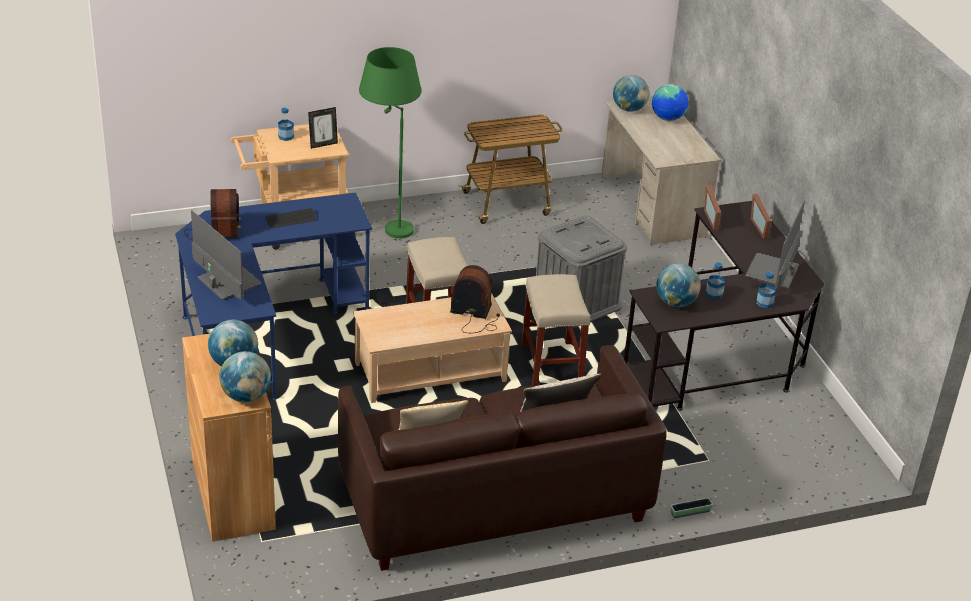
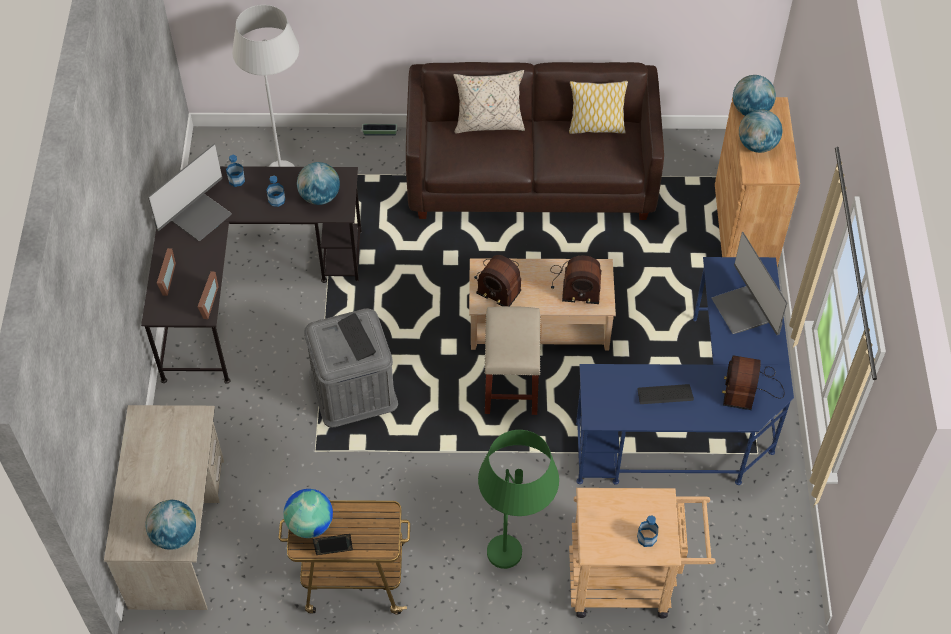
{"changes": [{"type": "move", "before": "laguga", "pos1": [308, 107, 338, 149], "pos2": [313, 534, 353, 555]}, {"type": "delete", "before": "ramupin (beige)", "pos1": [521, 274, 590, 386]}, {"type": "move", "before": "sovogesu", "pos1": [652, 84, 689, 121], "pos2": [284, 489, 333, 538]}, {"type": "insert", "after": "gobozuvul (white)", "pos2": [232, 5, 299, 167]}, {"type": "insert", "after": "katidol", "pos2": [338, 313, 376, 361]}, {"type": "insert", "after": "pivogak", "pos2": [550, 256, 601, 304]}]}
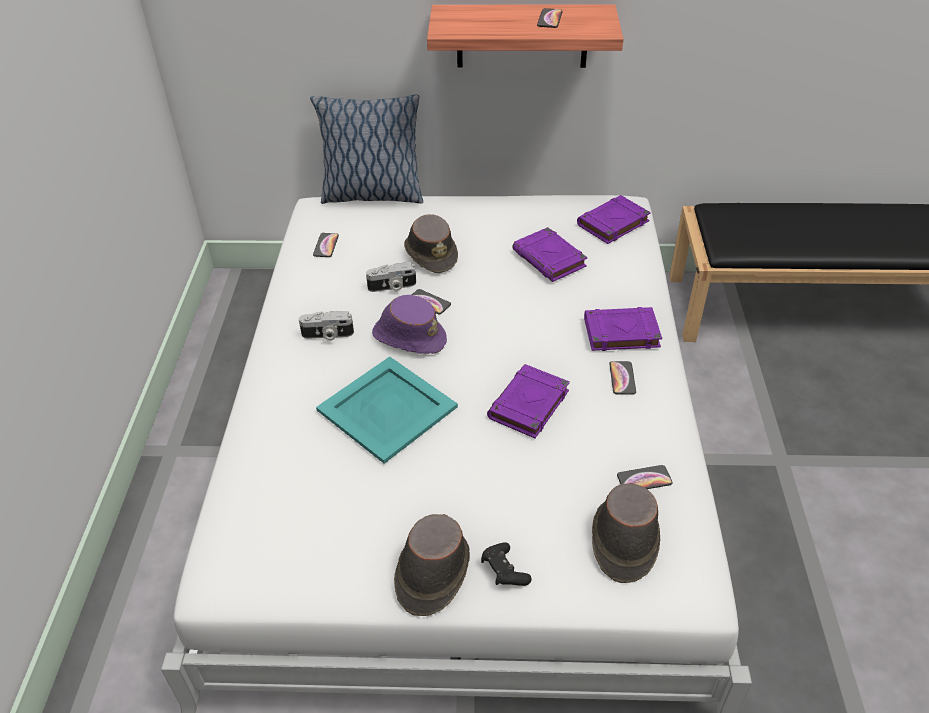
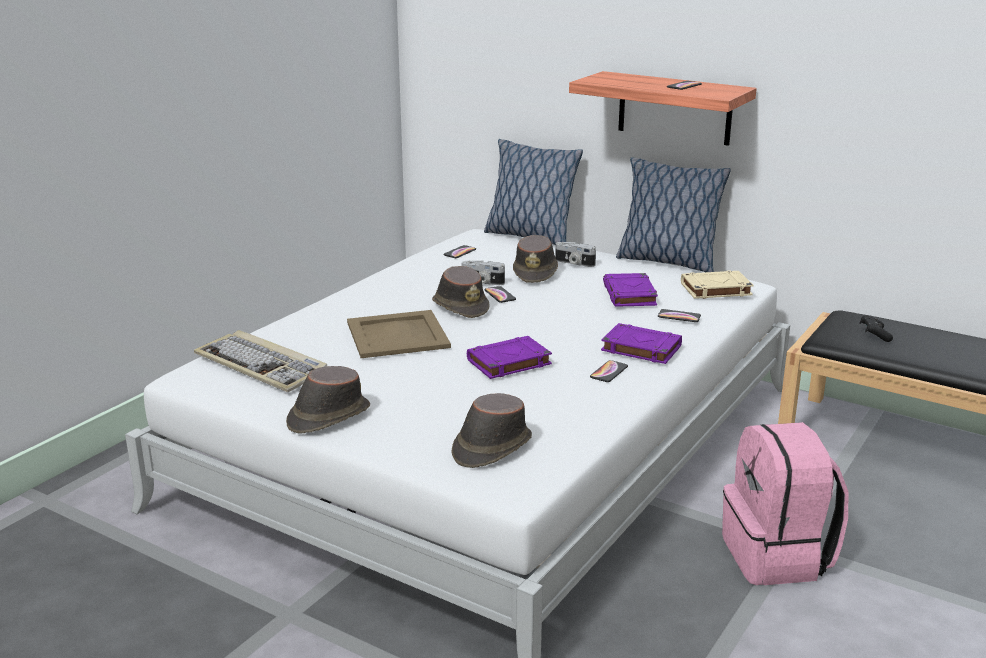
{"changes": [{"type": "move", "before": "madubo", "pos1": [299, 311, 354, 341], "pos2": [555, 242, 596, 267]}, {"type": "recolor", "before": "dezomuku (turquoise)", "after": "dezomuku (beige)", "pos1": [316, 357, 458, 464], "pos2": [347, 310, 451, 358]}, {"type": "recolor", "before": "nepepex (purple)", "after": "nepepex (brown)", "pos1": [372, 295, 447, 354], "pos2": [432, 266, 489, 318]}, {"type": "move", "before": "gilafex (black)", "pos1": [481, 542, 532, 586], "pos2": [859, 315, 893, 342]}, {"type": "recolor", "before": "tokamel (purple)", "after": "tokamel (beige)", "pos1": [577, 195, 651, 244], "pos2": [681, 271, 754, 299]}, {"type": "move", "before": "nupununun", "pos1": [617, 465, 673, 489], "pos2": [658, 309, 701, 322]}, {"type": "insert", "after": "katidol", "pos2": [194, 330, 327, 392]}, {"type": "insert", "after": "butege", "pos2": [616, 157, 731, 272]}, {"type": "insert", "after": "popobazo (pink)", "pos2": [722, 422, 849, 585]}]}
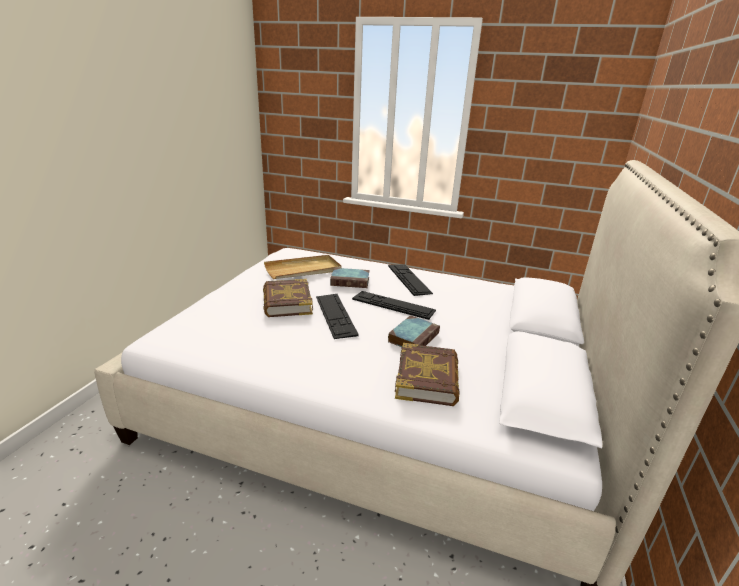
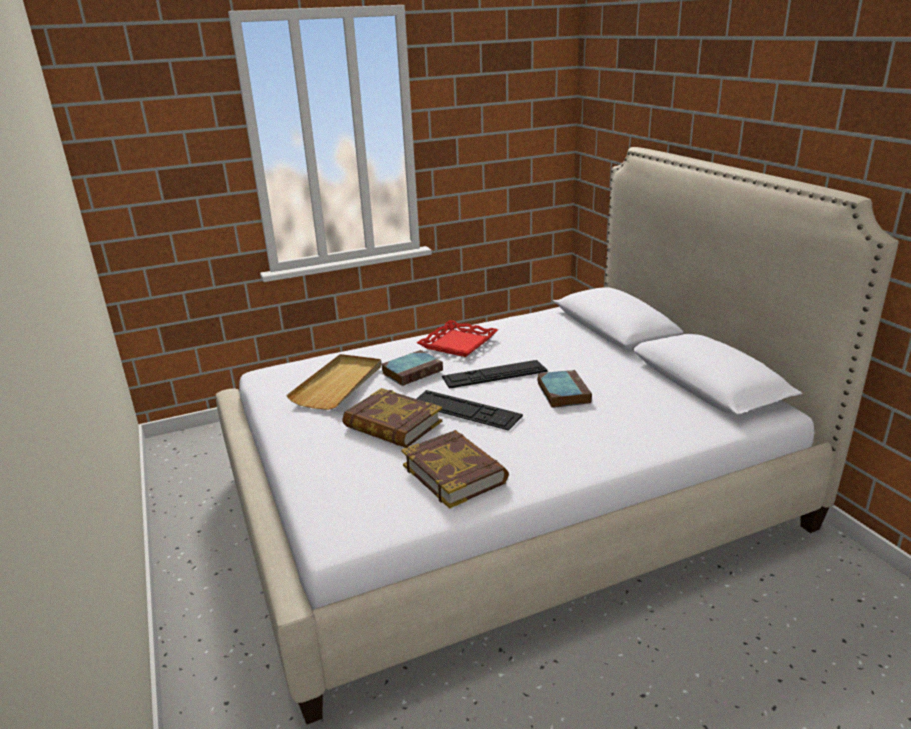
{"changes": [{"type": "replace", "before": "katidol", "after": "dezomuku (red)", "pos1": [388, 264, 433, 296], "pos2": [417, 320, 498, 357]}, {"type": "move", "before": "tokamel", "pos1": [395, 343, 460, 406], "pos2": [401, 430, 509, 509]}]}
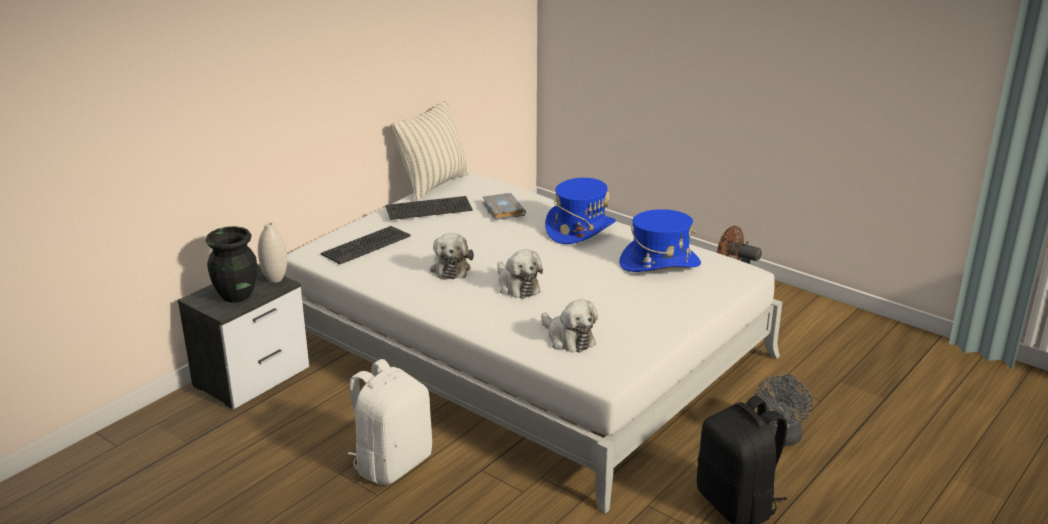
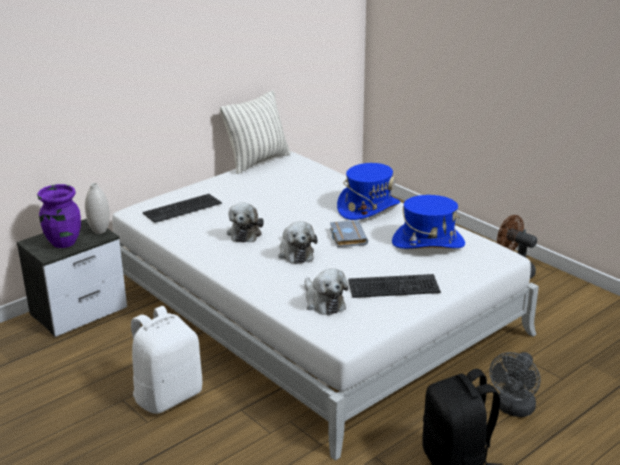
{"changes": [{"type": "recolor", "before": "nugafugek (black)", "after": "nugafugek (purple)", "pos1": [206, 226, 257, 303], "pos2": [37, 184, 81, 248]}, {"type": "move", "before": "katidol", "pos1": [385, 196, 473, 220], "pos2": [348, 274, 441, 298]}, {"type": "move", "before": "tokamel (grey)", "pos1": [483, 193, 526, 220], "pos2": [330, 220, 368, 247]}]}
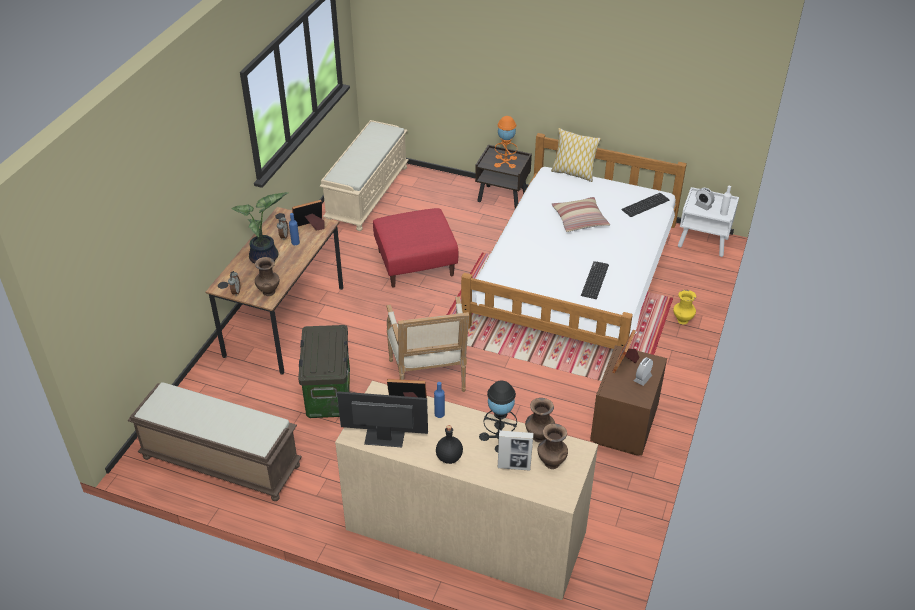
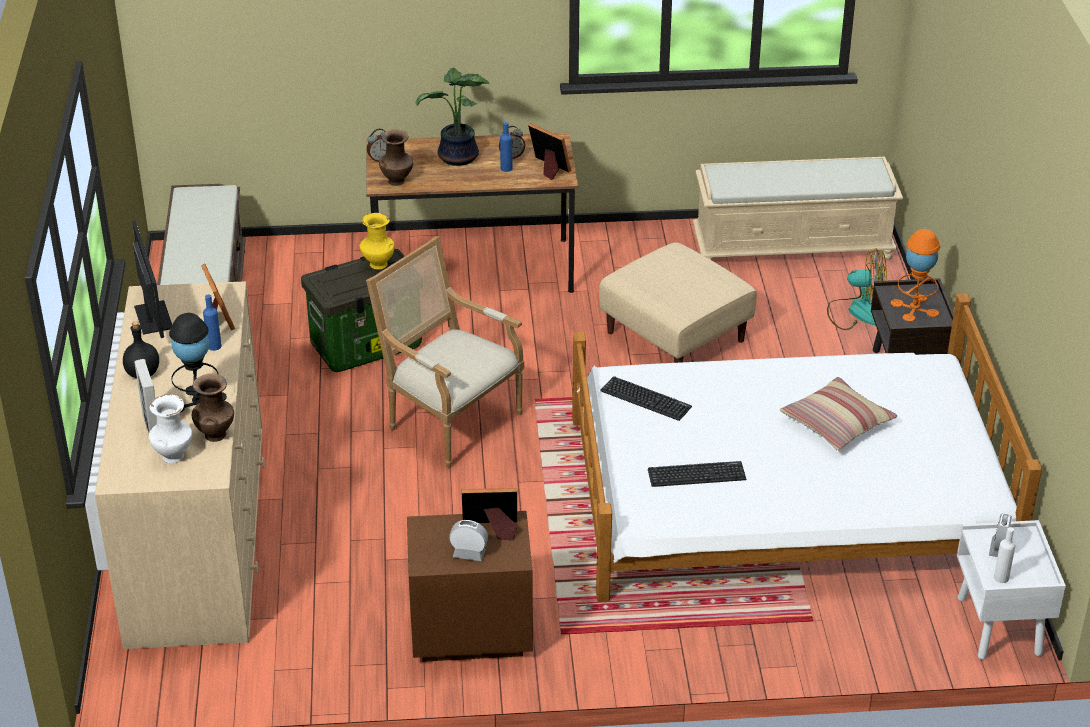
{"changes": [{"type": "recolor", "before": "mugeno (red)", "after": "mugeno (beige)", "pos1": [373, 208, 458, 288], "pos2": [599, 242, 757, 363]}, {"type": "rotate", "before": "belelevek", "pos1": [386, 296, 469, 392], "pos2": [366, 236, 524, 468], "turn": 75}, {"type": "recolor", "before": "nugafugek (brown)", "after": "nugafugek (white)", "pos1": [538, 424, 568, 469], "pos2": [149, 394, 192, 463]}, {"type": "delete", "before": "butege", "pos1": [551, 128, 601, 182]}, {"type": "move", "before": "katidol", "pos1": [621, 193, 669, 217], "pos2": [600, 376, 692, 421]}, {"type": "move", "before": "nugafugek (yellow)", "pos1": [673, 290, 696, 324], "pos2": [360, 213, 395, 270]}, {"type": "insert", "after": "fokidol", "pos2": [827, 248, 887, 330]}]}
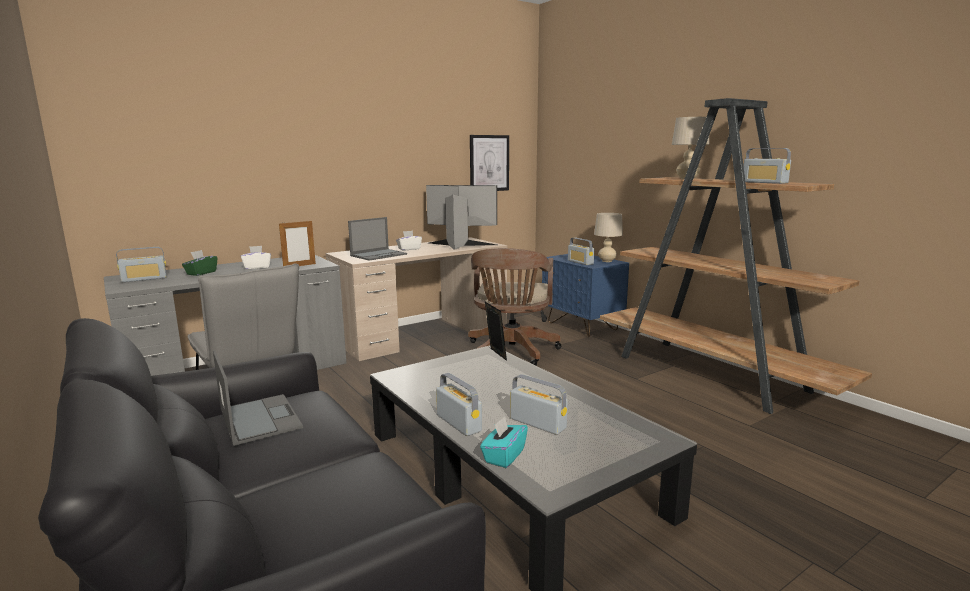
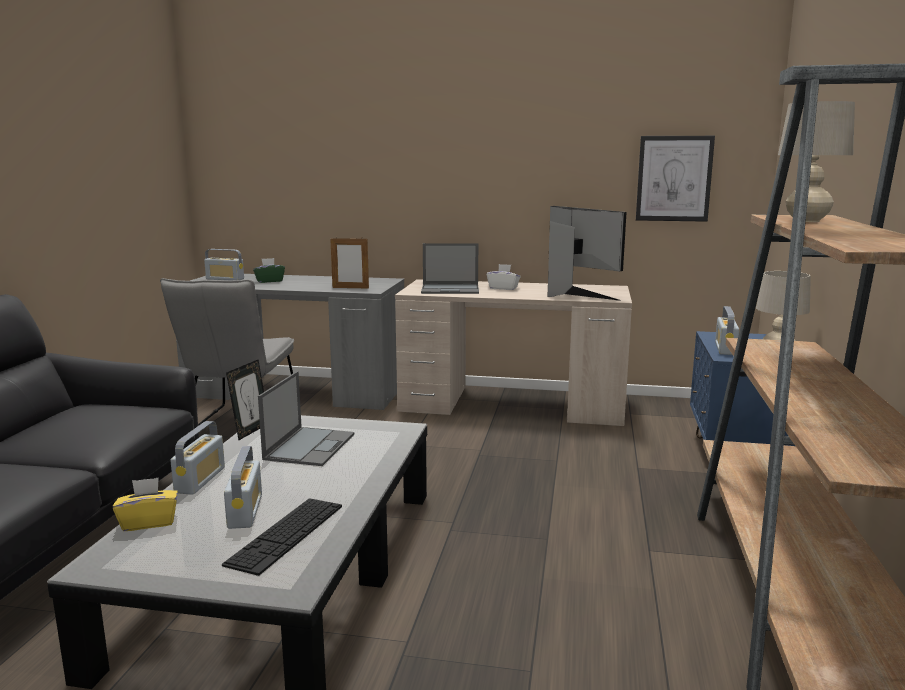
{"changes": [{"type": "move", "before": "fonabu", "pos1": [213, 351, 303, 446], "pos2": [258, 371, 354, 466]}, {"type": "delete", "before": "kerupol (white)", "pos1": [241, 246, 271, 269]}, {"type": "delete", "before": "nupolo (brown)", "pos1": [468, 248, 561, 365]}, {"type": "recolor", "before": "kerupol (turquoise)", "after": "kerupol (yellow)", "pos1": [480, 416, 528, 468], "pos2": [113, 477, 178, 531]}, {"type": "move", "before": "laguga", "pos1": [485, 302, 507, 361], "pos2": [226, 360, 264, 440]}, {"type": "delete", "before": "pivogak", "pos1": [744, 148, 791, 184]}, {"type": "insert", "after": "katidol", "pos2": [222, 498, 342, 576]}]}
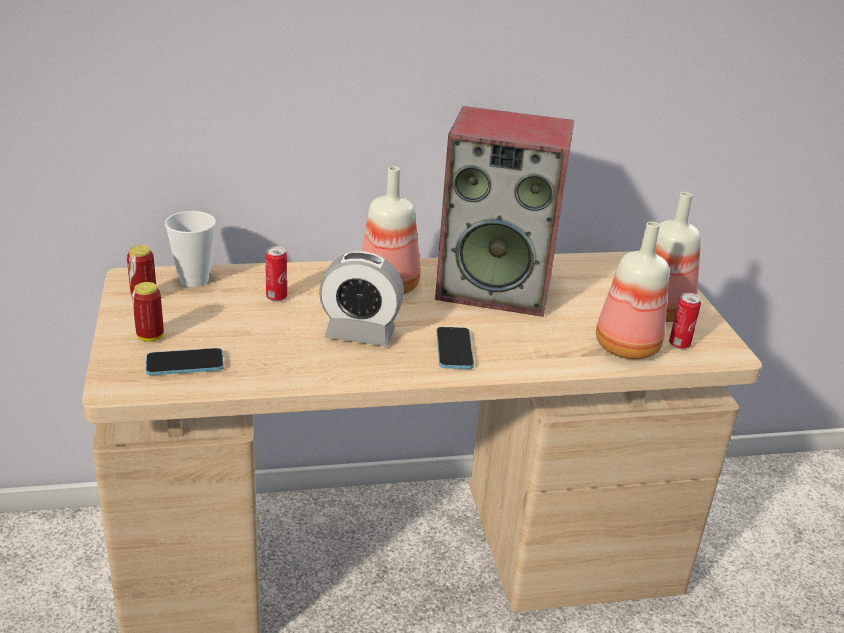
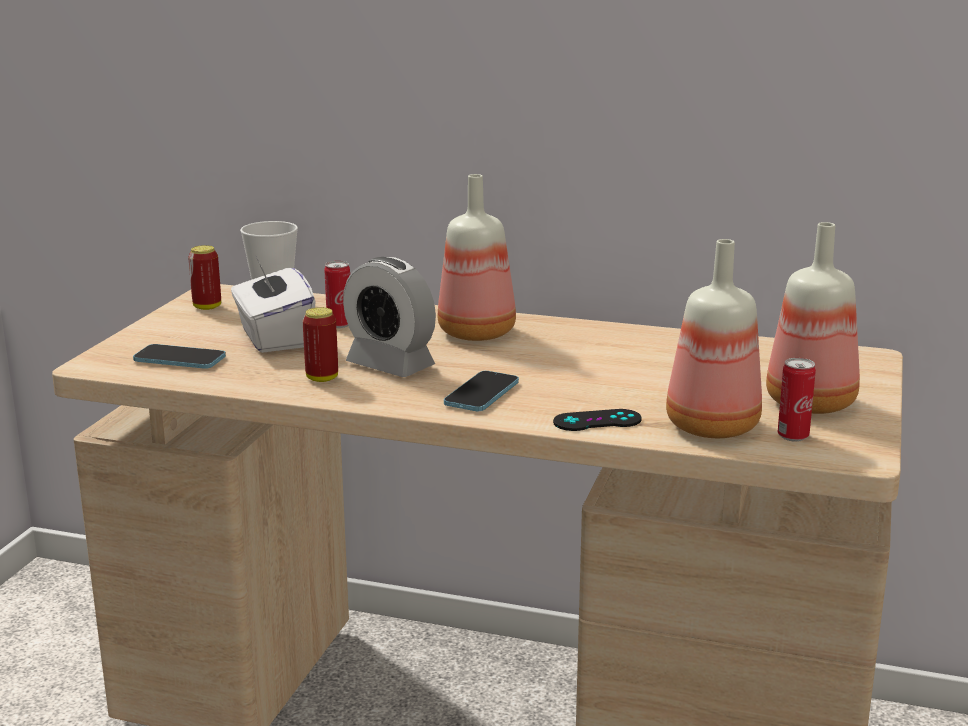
{"changes": [{"type": "move", "before": "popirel", "pos1": [132, 282, 164, 342], "pos2": [303, 307, 338, 382]}, {"type": "delete", "before": "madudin", "pos1": [435, 106, 574, 317]}, {"type": "insert", "after": "kerupol (white)", "pos2": [231, 254, 316, 353]}, {"type": "insert", "after": "gilafex (black)", "pos2": [553, 409, 642, 431]}]}
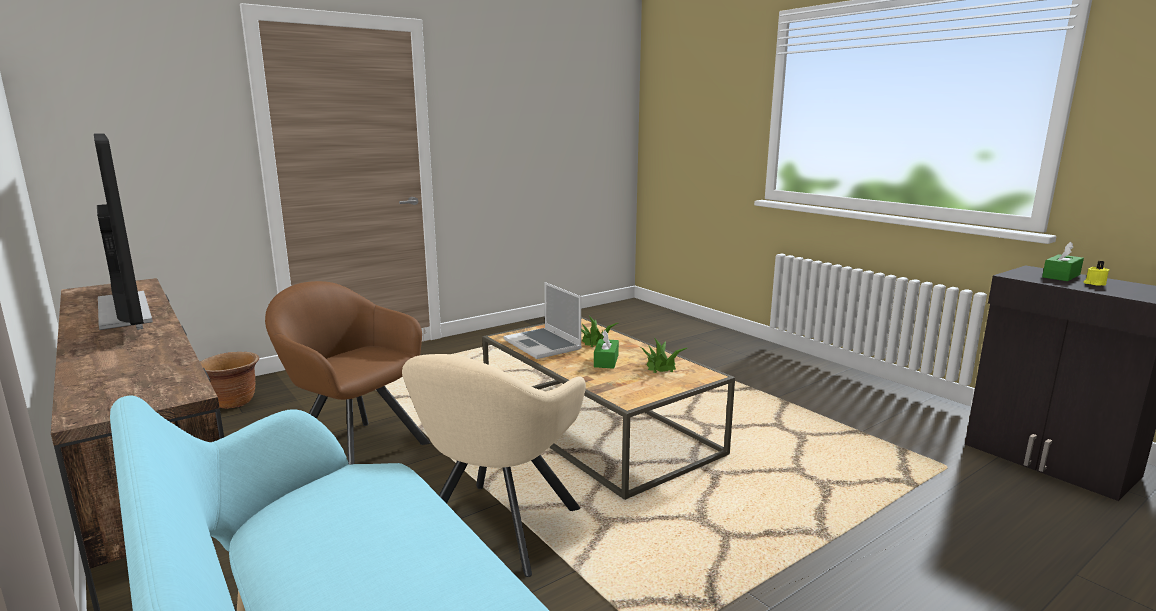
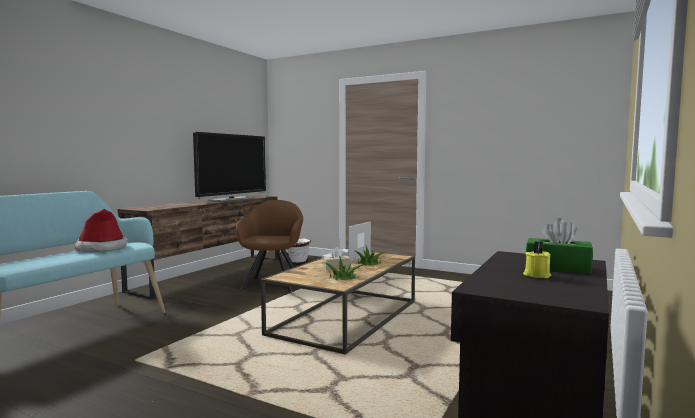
{"changes": [{"type": "recolor", "before": "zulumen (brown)", "after": "zulumen (white)", "pos1": [200, 352, 259, 409], "pos2": [288, 238, 311, 263]}, {"type": "delete", "before": "belelevek (beige)", "pos1": [402, 354, 586, 577]}, {"type": "recolor", "before": "kerupol (green)", "after": "kerupol (beige)", "pos1": [594, 330, 619, 369], "pos2": [323, 247, 351, 271]}, {"type": "insert", "after": "nepepex", "pos2": [75, 209, 128, 252]}]}
